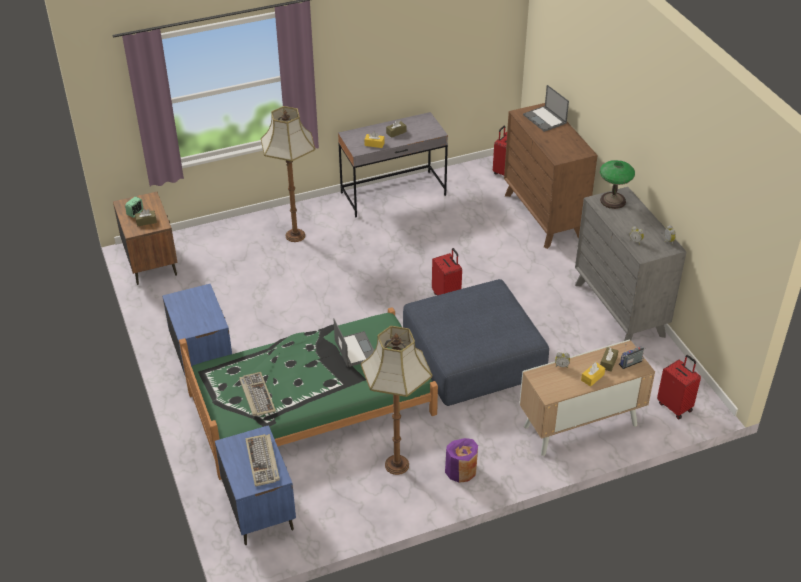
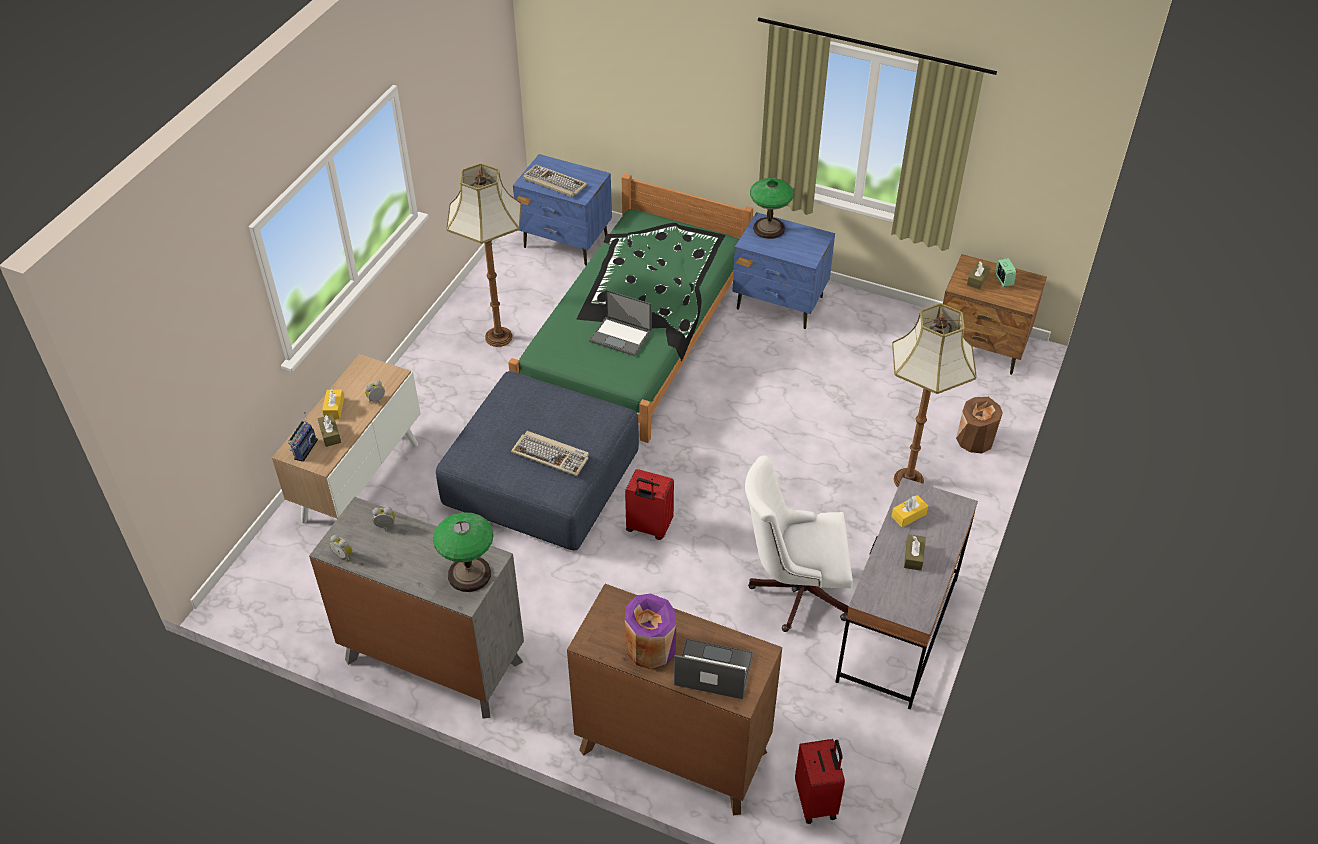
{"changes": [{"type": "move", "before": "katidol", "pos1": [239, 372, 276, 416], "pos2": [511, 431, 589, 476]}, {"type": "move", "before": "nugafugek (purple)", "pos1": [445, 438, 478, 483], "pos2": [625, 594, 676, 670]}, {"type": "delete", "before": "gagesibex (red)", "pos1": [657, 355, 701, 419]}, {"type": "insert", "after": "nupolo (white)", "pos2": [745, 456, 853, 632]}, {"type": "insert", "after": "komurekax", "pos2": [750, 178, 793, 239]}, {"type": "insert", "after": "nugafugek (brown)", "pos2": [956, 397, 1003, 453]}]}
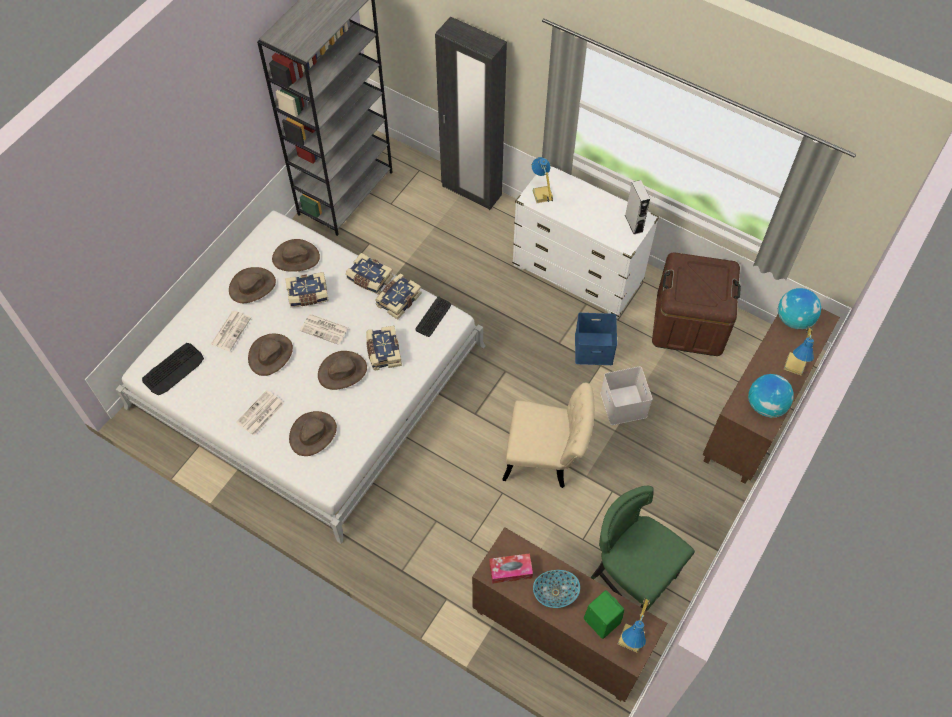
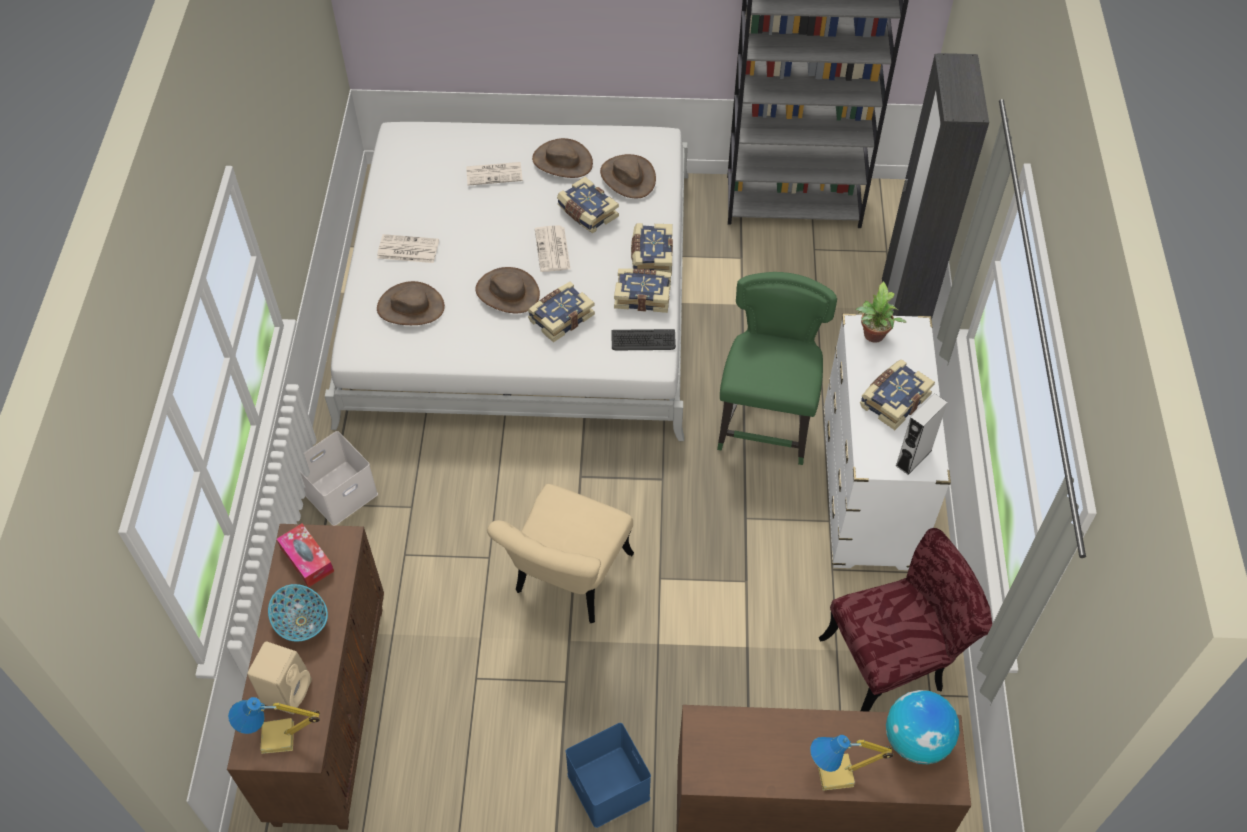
{"changes": [{"type": "delete", "before": "katidol", "pos1": [142, 343, 204, 395]}, {"type": "delete", "before": "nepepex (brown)", "pos1": [248, 334, 293, 376]}, {"type": "rotate", "before": "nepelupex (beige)", "pos1": [502, 382, 595, 488], "pos2": [487, 484, 634, 623], "turn": 45}, {"type": "replace", "before": "komurekax", "after": "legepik", "pos1": [532, 157, 553, 203], "pos2": [856, 281, 906, 343]}, {"type": "move", "before": "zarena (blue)", "pos1": [575, 313, 617, 365], "pos2": [566, 723, 651, 828]}, {"type": "recolor", "before": "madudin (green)", "after": "madudin (beige)", "pos1": [584, 590, 624, 639], "pos2": [247, 642, 312, 714]}, {"type": "move", "before": "nepelupex (green)", "pos1": [591, 486, 695, 611], "pos2": [717, 272, 837, 465]}, {"type": "move", "before": "zarena (white)", "pos1": [600, 366, 653, 425], "pos2": [300, 431, 378, 526]}, {"type": "replace", "before": "zarena (brown)", "after": "nepelupex (red)", "pos1": [652, 252, 741, 356], "pos2": [819, 528, 992, 712]}, {"type": "delete", "before": "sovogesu", "pos1": [748, 374, 794, 417]}, {"type": "insert", "after": "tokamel", "pos2": [860, 359, 935, 430]}]}
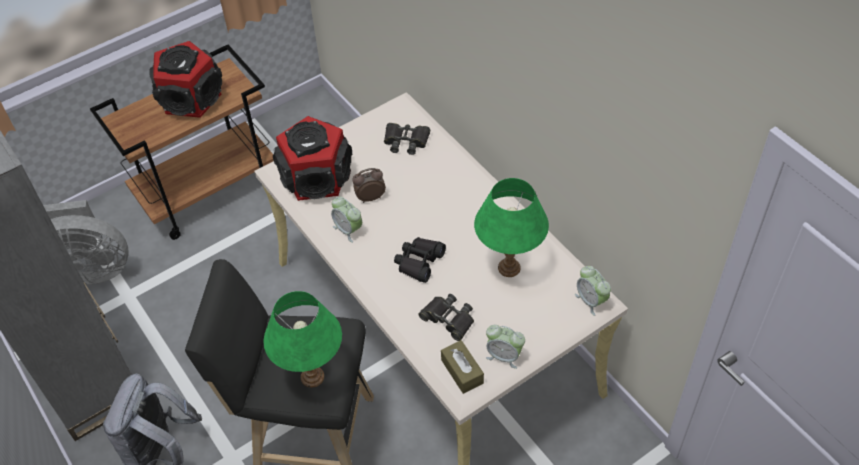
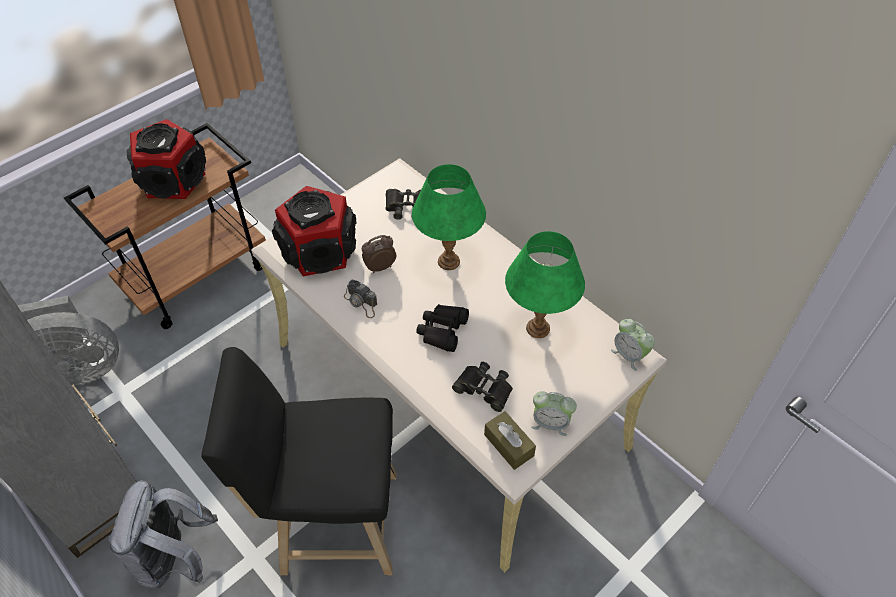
{"changes": [{"type": "move", "before": "komurekax (green)", "pos1": [263, 291, 342, 387], "pos2": [412, 164, 486, 270]}, {"type": "replace", "before": "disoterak", "after": "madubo", "pos1": [331, 197, 362, 243], "pos2": [344, 280, 377, 318]}]}
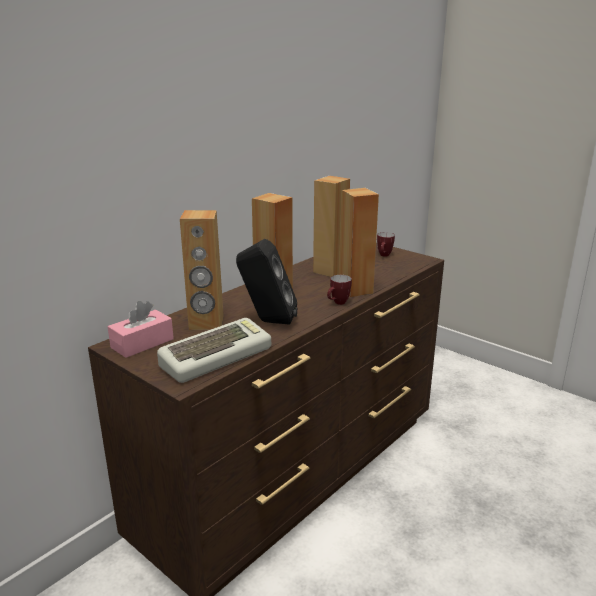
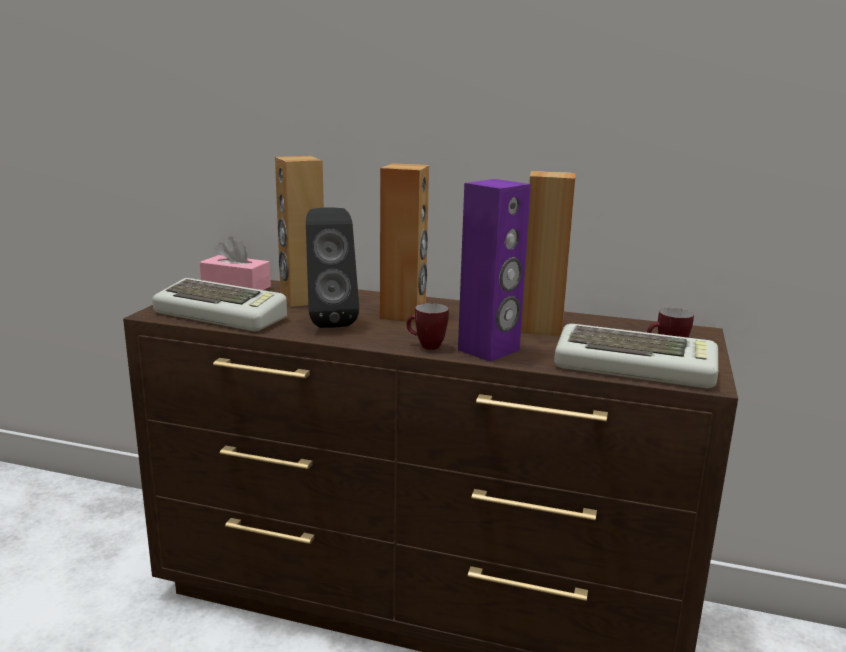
{"changes": [{"type": "recolor", "before": "madudin (brown)", "after": "madudin (purple)", "pos1": [339, 188, 379, 297], "pos2": [458, 179, 531, 362]}, {"type": "insert", "after": "katidol", "pos2": [554, 324, 718, 388]}]}
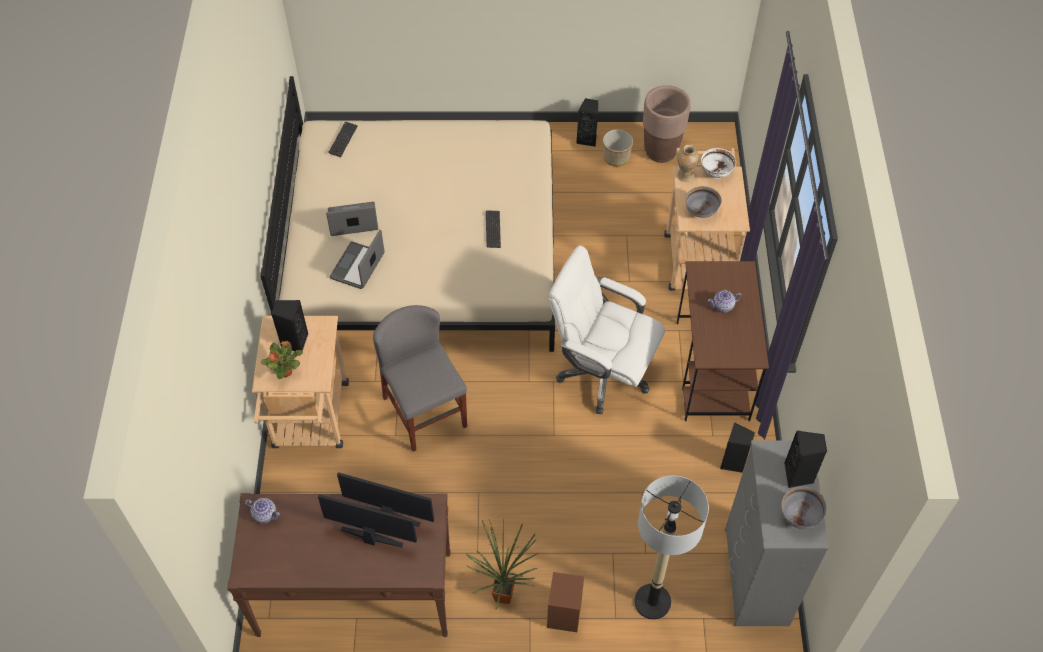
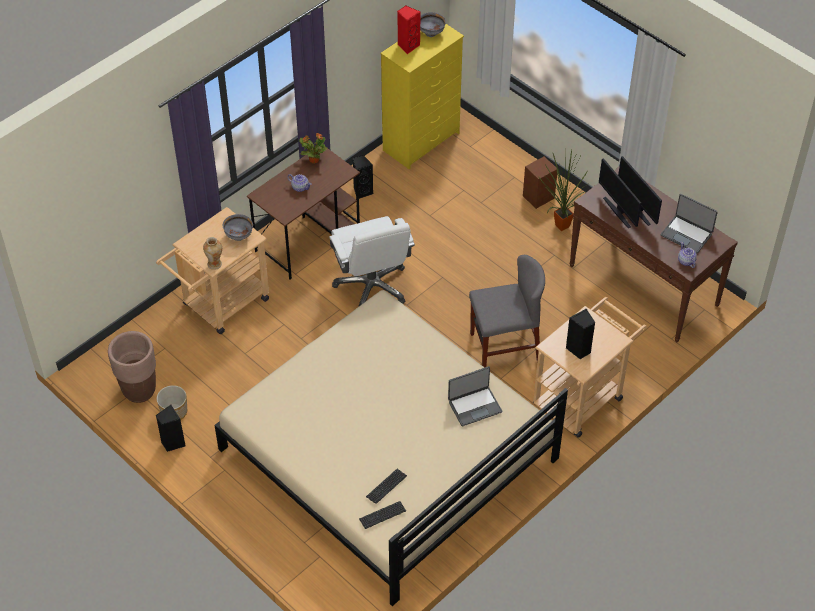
{"changes": [{"type": "move", "before": "legepik", "pos1": [261, 341, 303, 379], "pos2": [299, 133, 328, 163]}, {"type": "move", "before": "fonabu", "pos1": [326, 202, 378, 236], "pos2": [661, 194, 718, 253]}, {"type": "rotate", "before": "nepelupex (grey)", "pos1": [373, 305, 467, 452], "pos2": [469, 255, 545, 368], "turn": -120}, {"type": "move", "before": "katidol", "pos1": [486, 210, 501, 248], "pos2": [366, 469, 407, 504]}, {"type": "delete", "before": "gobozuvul", "pos1": [634, 476, 709, 620]}, {"type": "delete", "before": "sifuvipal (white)", "pos1": [701, 148, 736, 179]}, {"type": "recolor", "before": "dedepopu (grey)", "after": "dedepopu (yellow)", "pos1": [725, 440, 829, 626], "pos2": [381, 24, 464, 170]}, {"type": "recolor", "before": "madudin (black)", "after": "madudin (red)", "pos1": [785, 430, 827, 488], "pos2": [397, 6, 421, 54]}]}
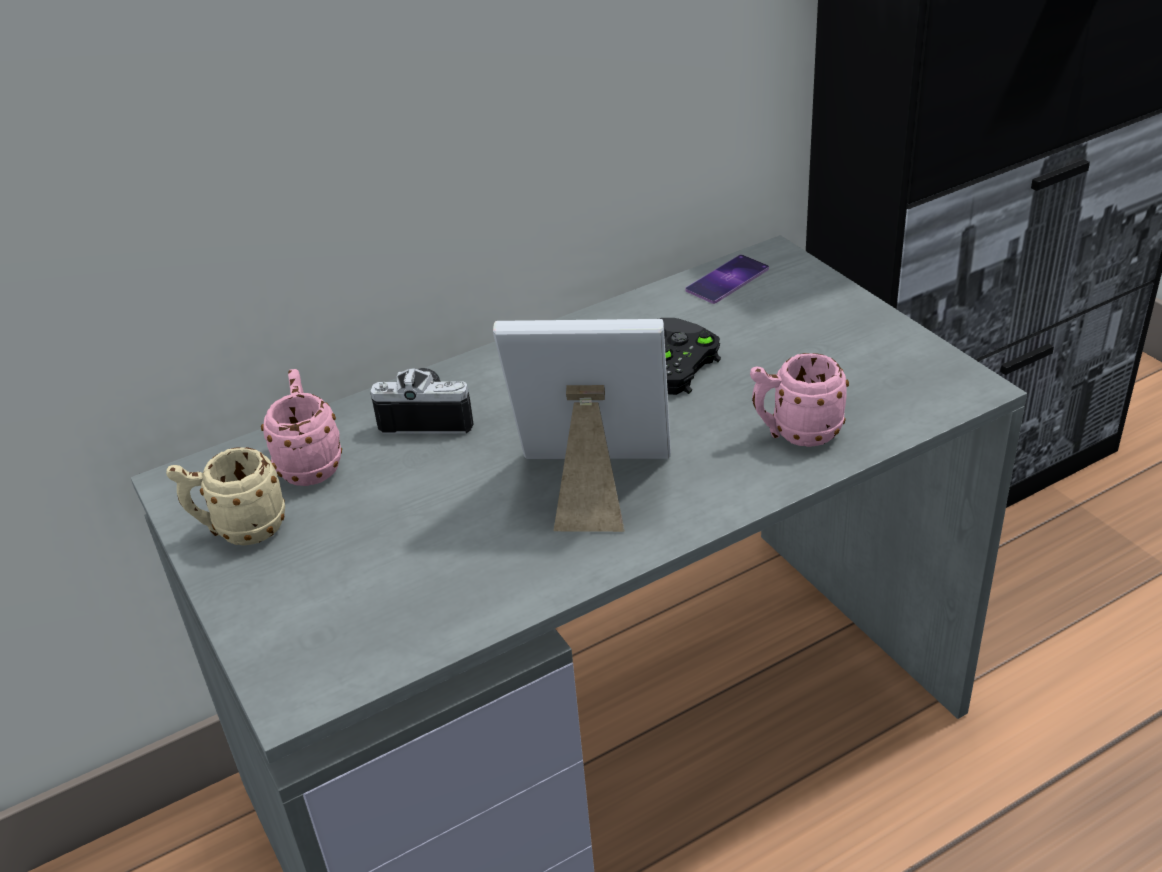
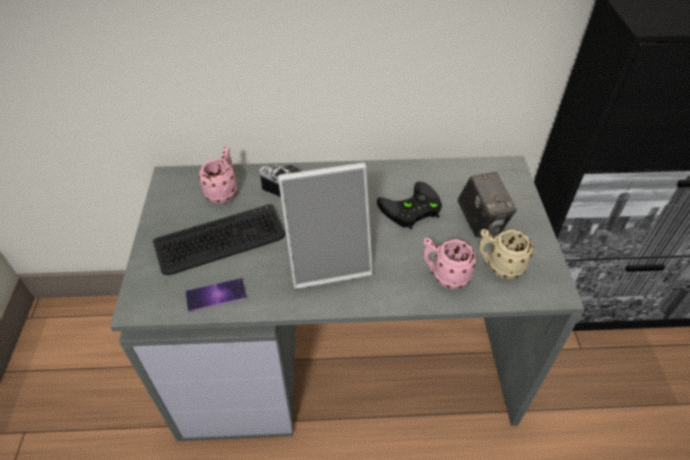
{"changes": [{"type": "move", "before": "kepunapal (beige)", "pos1": [166, 447, 285, 545], "pos2": [479, 229, 533, 279]}, {"type": "rotate", "before": "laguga", "pos1": [493, 319, 671, 532], "pos2": [278, 162, 373, 289], "turn": 135}, {"type": "move", "before": "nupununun", "pos1": [685, 254, 769, 304], "pos2": [186, 278, 247, 312]}, {"type": "insert", "after": "katidol", "pos2": [153, 204, 285, 275]}, {"type": "insert", "after": "madubo", "pos2": [457, 172, 517, 238]}]}
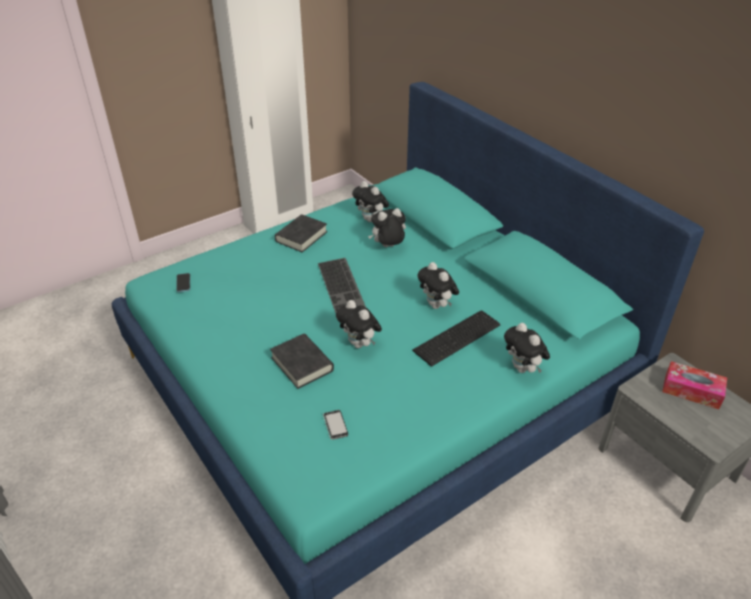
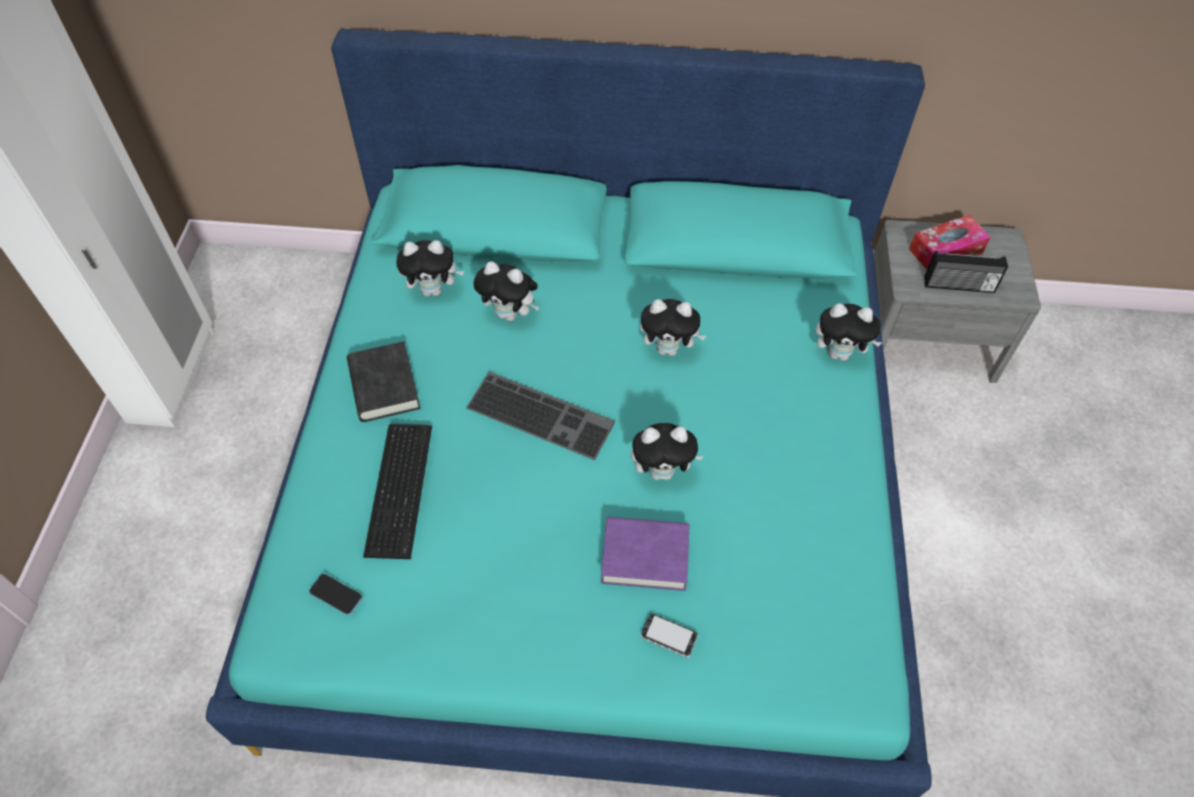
{"changes": [{"type": "recolor", "before": "tokamel (black)", "after": "tokamel (purple)", "pos1": [270, 334, 334, 389], "pos2": [601, 517, 689, 591]}, {"type": "move", "before": "nupununun", "pos1": [323, 410, 348, 440], "pos2": [641, 613, 698, 657]}, {"type": "rotate", "before": "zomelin", "pos1": [368, 208, 406, 247], "pos2": [473, 261, 539, 321], "turn": -90}, {"type": "move", "before": "katidol", "pos1": [412, 311, 500, 367], "pos2": [363, 424, 432, 559]}, {"type": "insert", "after": "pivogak", "pos2": [924, 251, 1008, 293]}]}
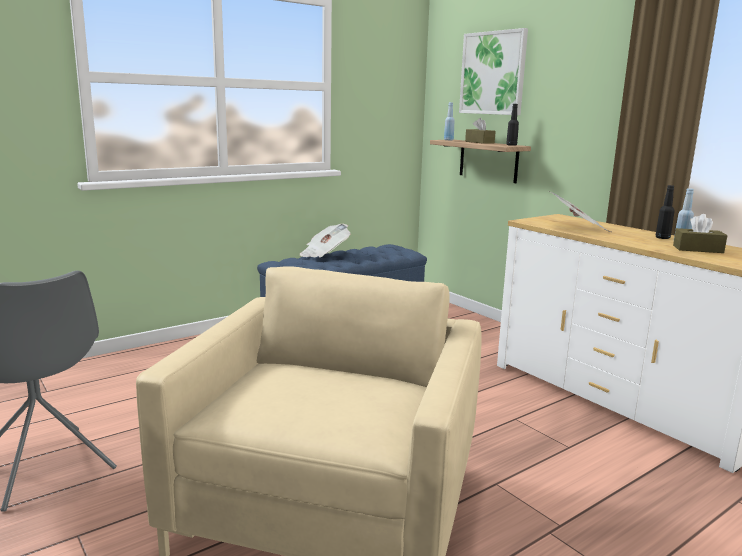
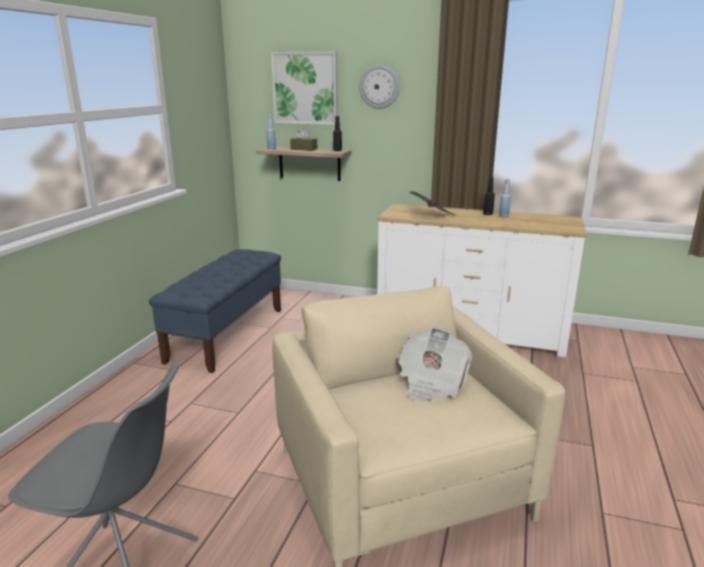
{"changes": [{"type": "move", "before": "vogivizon", "pos1": [300, 224, 351, 258], "pos2": [398, 327, 473, 401]}, {"type": "delete", "before": "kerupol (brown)", "pos1": [673, 214, 728, 253]}, {"type": "insert", "after": "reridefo", "pos2": [359, 65, 400, 109]}]}
